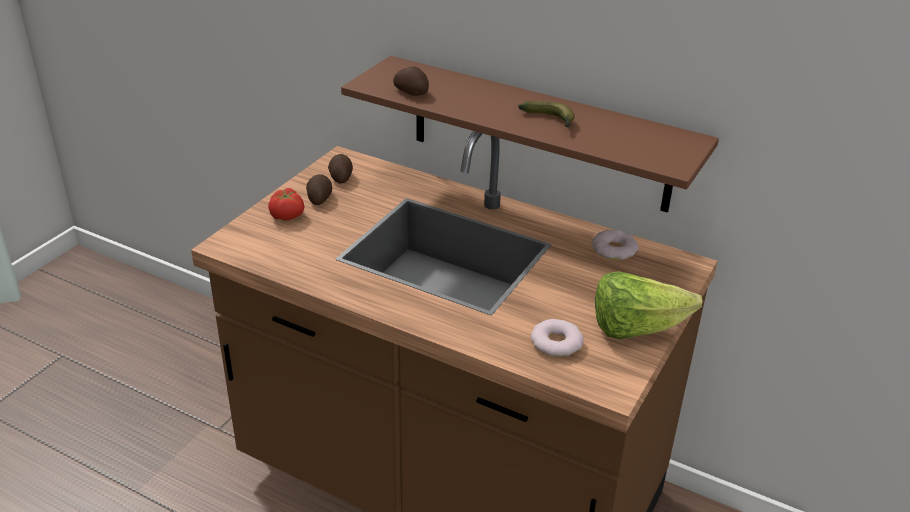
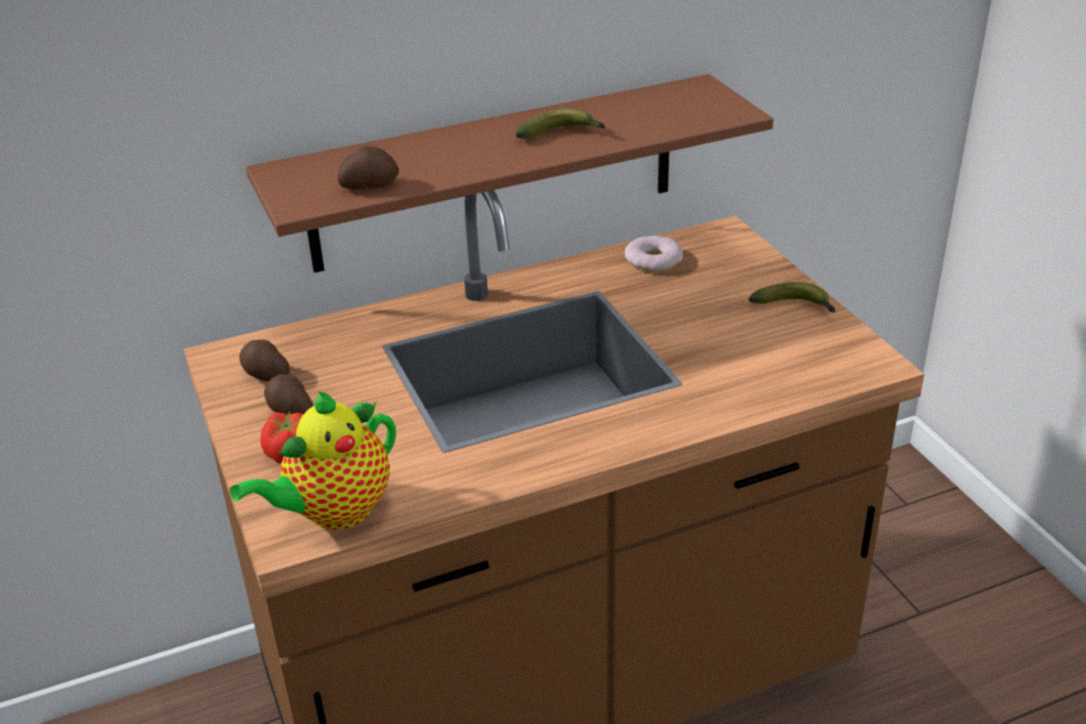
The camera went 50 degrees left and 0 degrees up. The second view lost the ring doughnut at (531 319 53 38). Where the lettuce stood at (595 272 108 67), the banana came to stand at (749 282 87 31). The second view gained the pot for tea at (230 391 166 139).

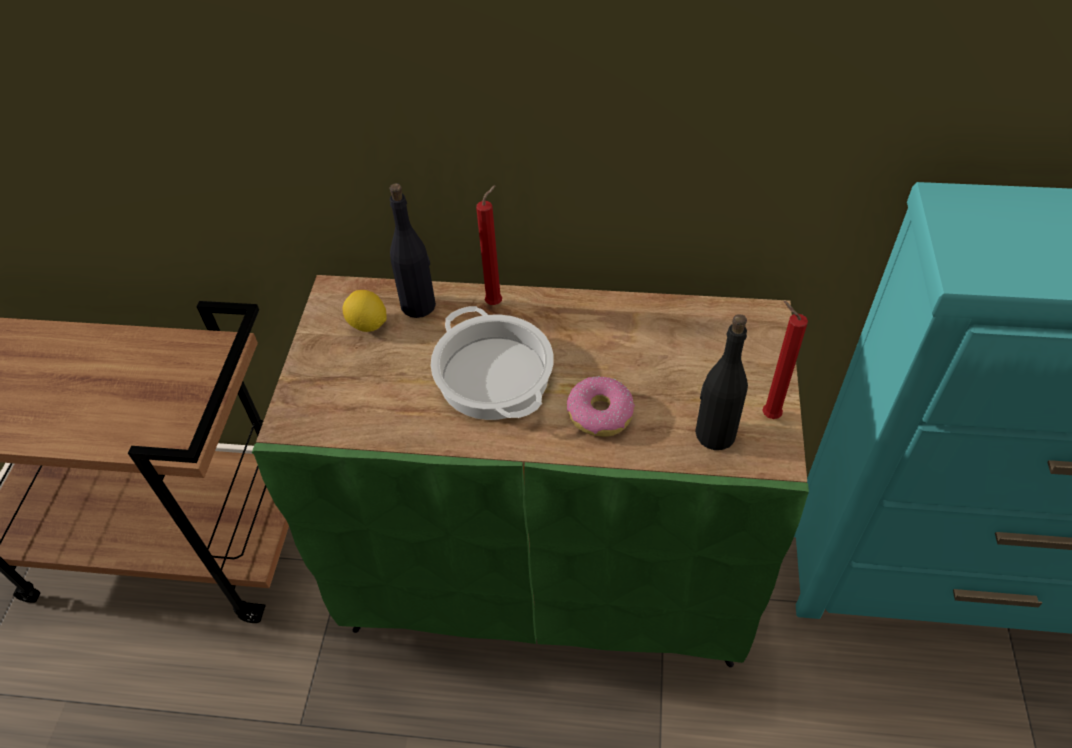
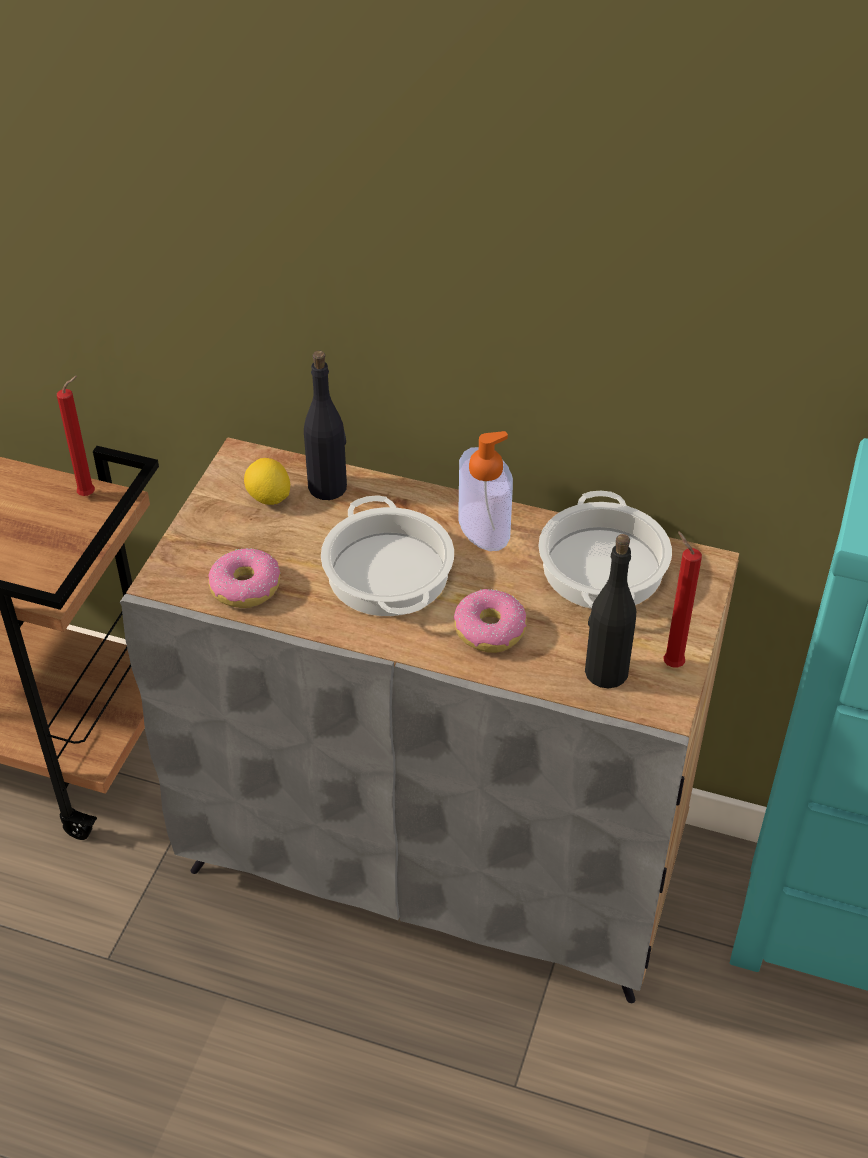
The camera went 10 degrees right and 5 degrees down. What was the green cabinet at (252 275 557 392) turned into the grey cabinet at (120 437 619 566). The red wax candle ended up elsewhere, having gone from (476 185 26 120) to (57 376 38 120). The second view gained the ring doughnut at (208 548 72 60). The second view gained the liquid soap bottle at (458 431 55 120). The second view gained the stockpot at (538 491 134 118).

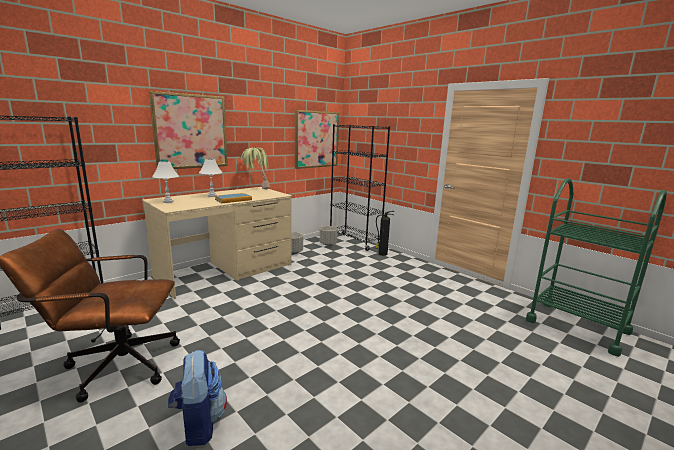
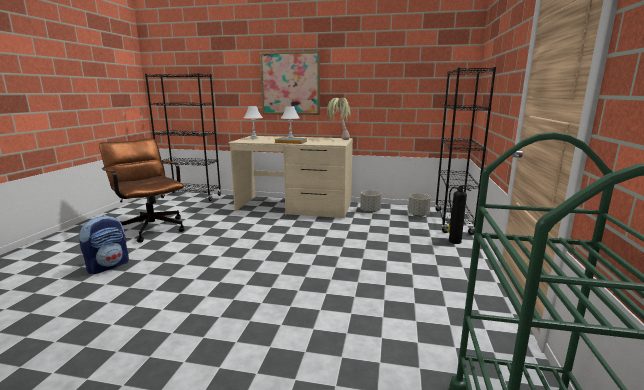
The camera went 55 degrees right and 0 degrees up. The second view lost the wall art at (295 110 44 59).

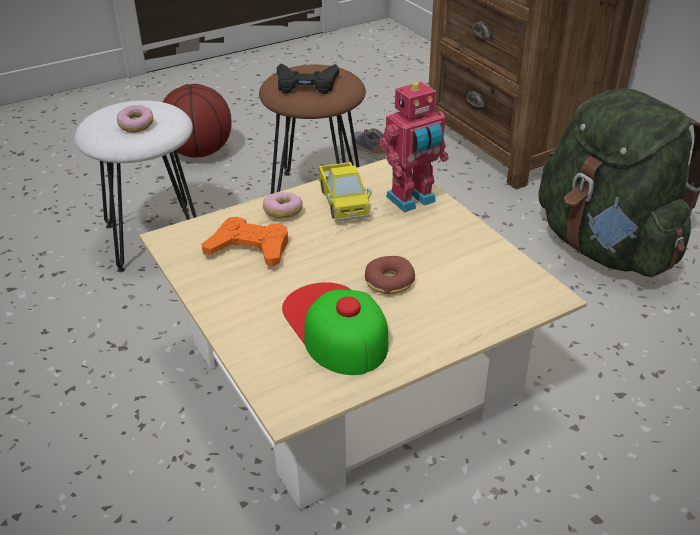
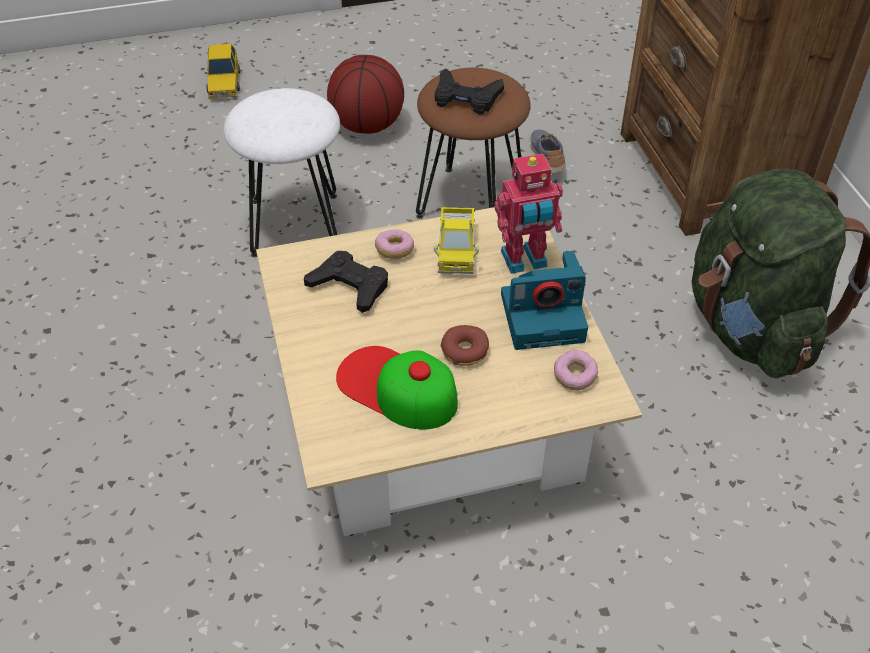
The camera went 15 degrees right and 10 degrees up. The ring doughnut ended up elsewhere, having gone from (117 105 37 28) to (554 350 44 41). What was the orangey game controller at (201 217 87 50) turned into the blackish game controller at (304 251 84 62). The baseball cap at (282 282 106 93) ended up facing another way, 45 degrees counterclockwise from before. The second view gained the miniature car at (204 44 36 55). The second view gained the still camera at (501 251 87 99).

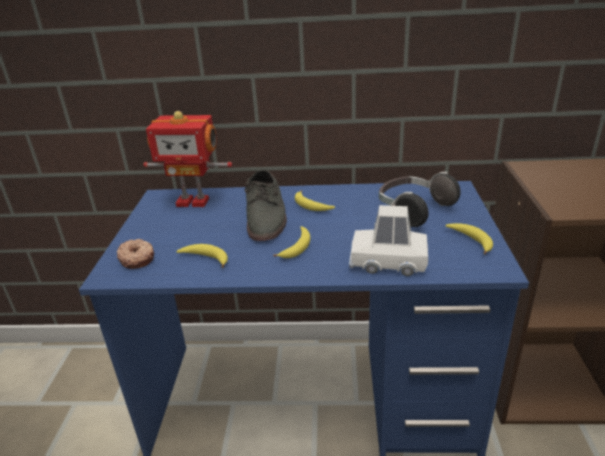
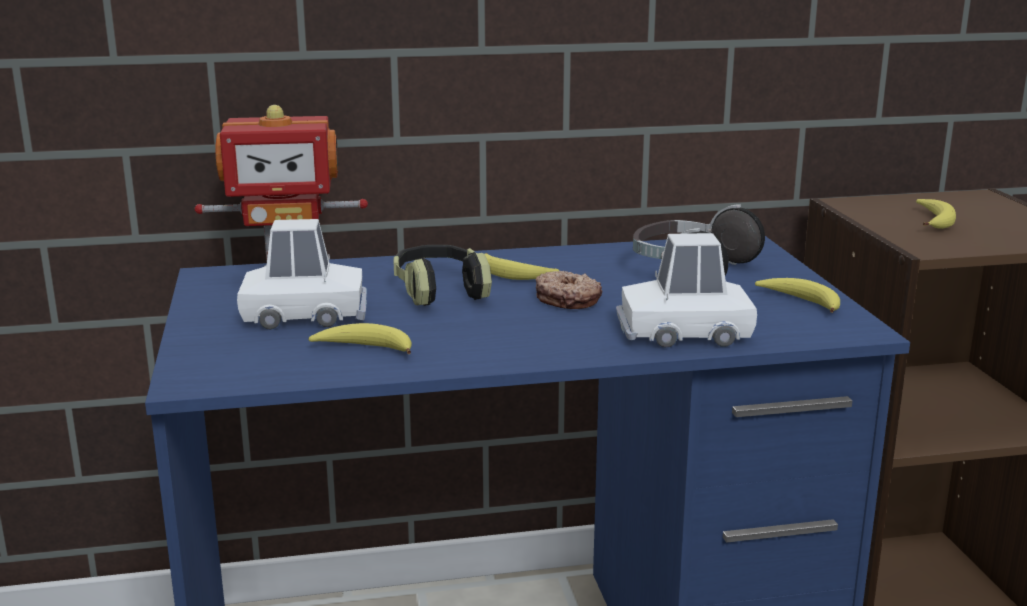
The camera went 15 degrees left and 10 degrees down. The ring doughnut ended up elsewhere, having gone from (117 239 37 30) to (536 271 66 38). Where the grey low shoe stood at (245 169 42 72), the headphones came to stand at (394 245 98 61). The banana ended up elsewhere, having gone from (273 226 38 32) to (916 199 40 30). The second view gained the white-coloured miniature car at (237 219 130 110).

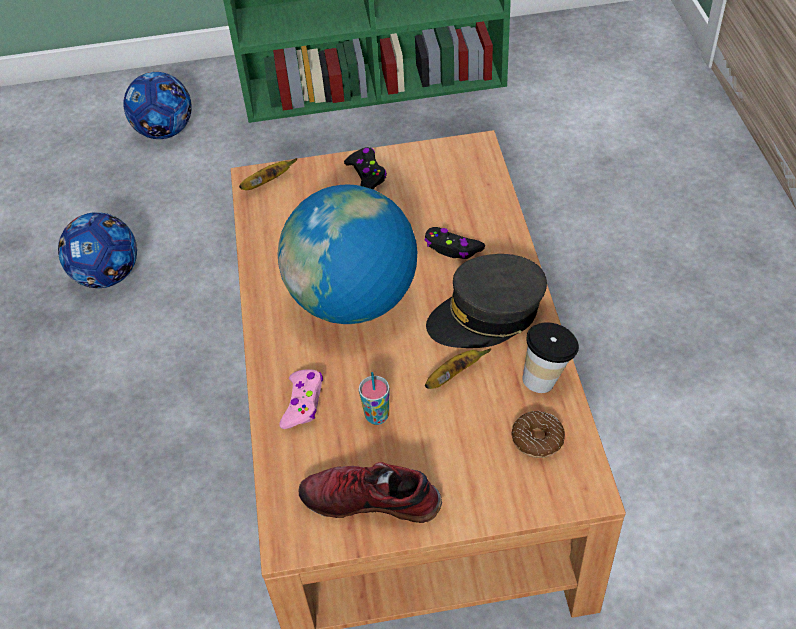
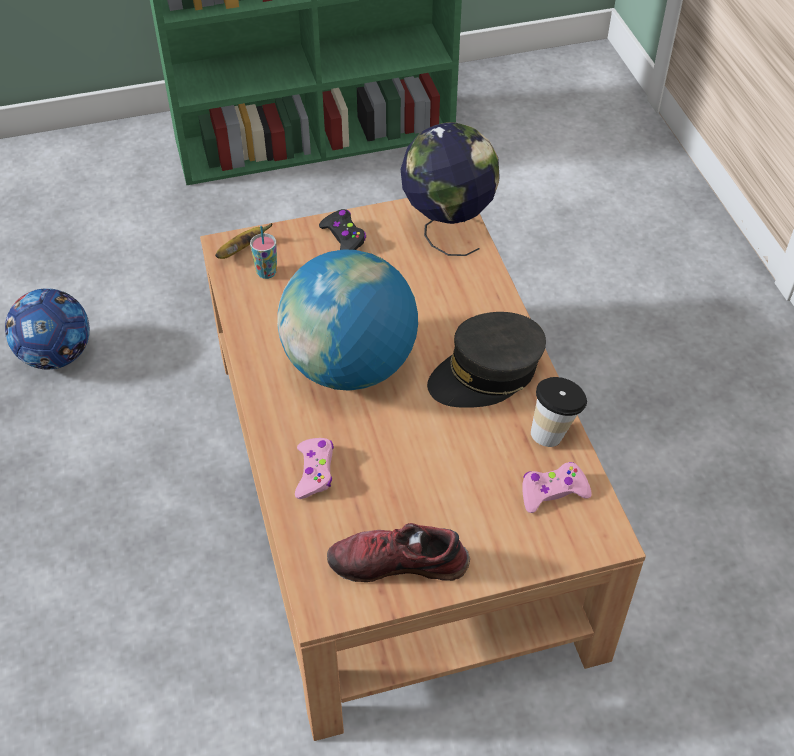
The camera went 10 degrees left and 0 degrees up. The second view lost the ball for football at (124 72 68 67). The cup ended up elsewhere, having gone from (359 372 30 53) to (250 226 27 53). The second view lost the blackish game controller at (424 227 61 32). The second view lost the banana at (425 348 66 41). Where the ring doughnut stood at (512 411 53 47), the pink-coloured game controller came to stand at (522 462 70 51). The second view gained the globe at (401 122 99 134).

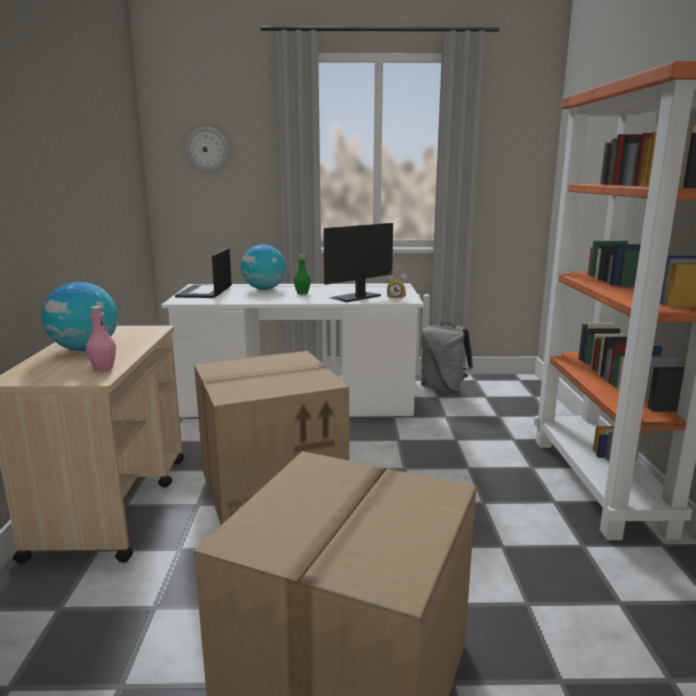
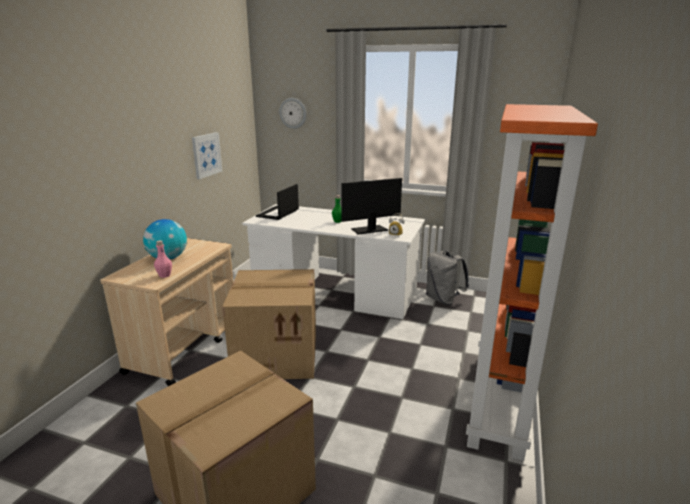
The camera went 20 degrees right and 5 degrees up. The second view lost the globe at (241 245 45 45). The second view gained the wall art at (192 132 30 47).

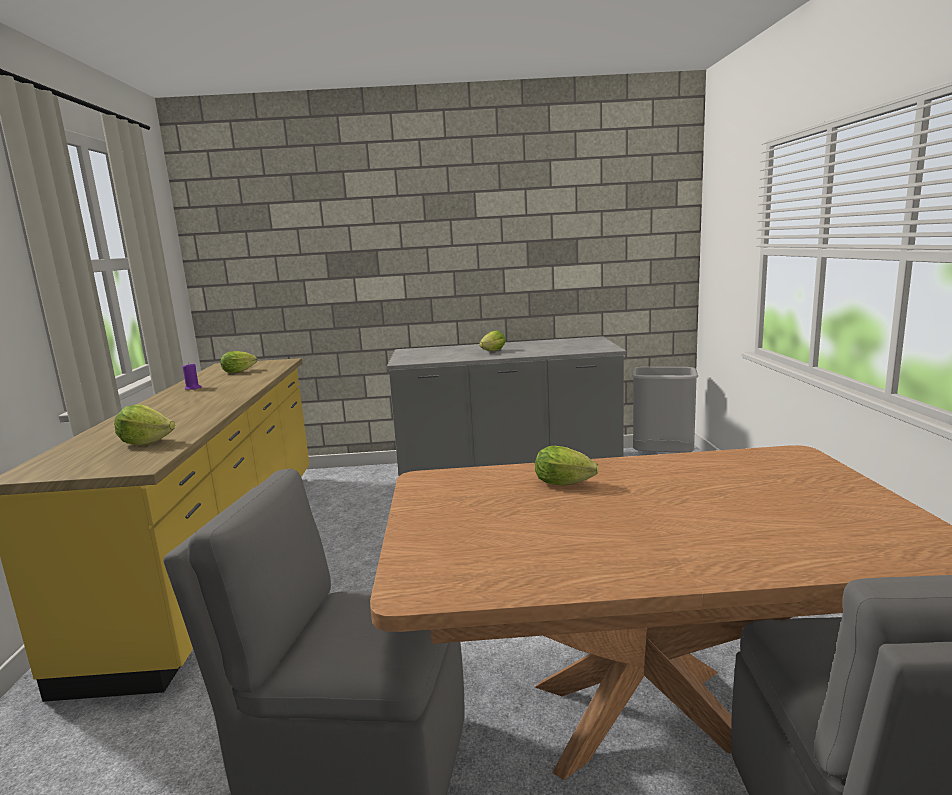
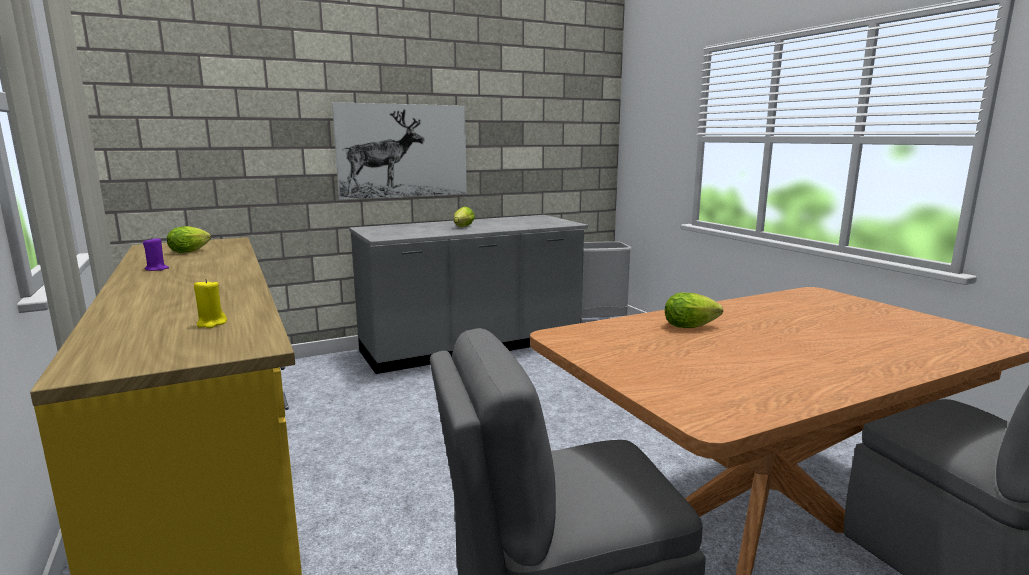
The camera went 25 degrees left and 0 degrees up. Where the lettuce stood at (114 404 61 42), the yellowish wax candle came to stand at (194 279 33 49). The second view gained the wall art at (332 102 135 98).

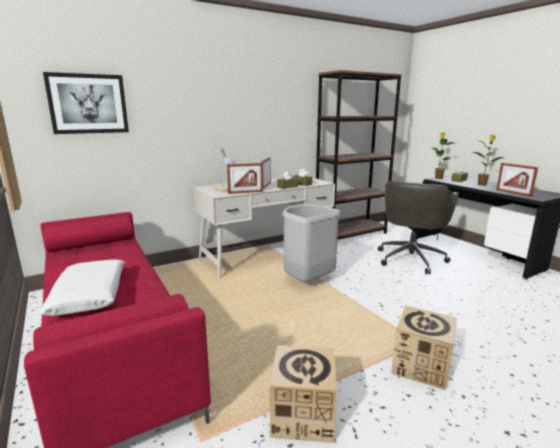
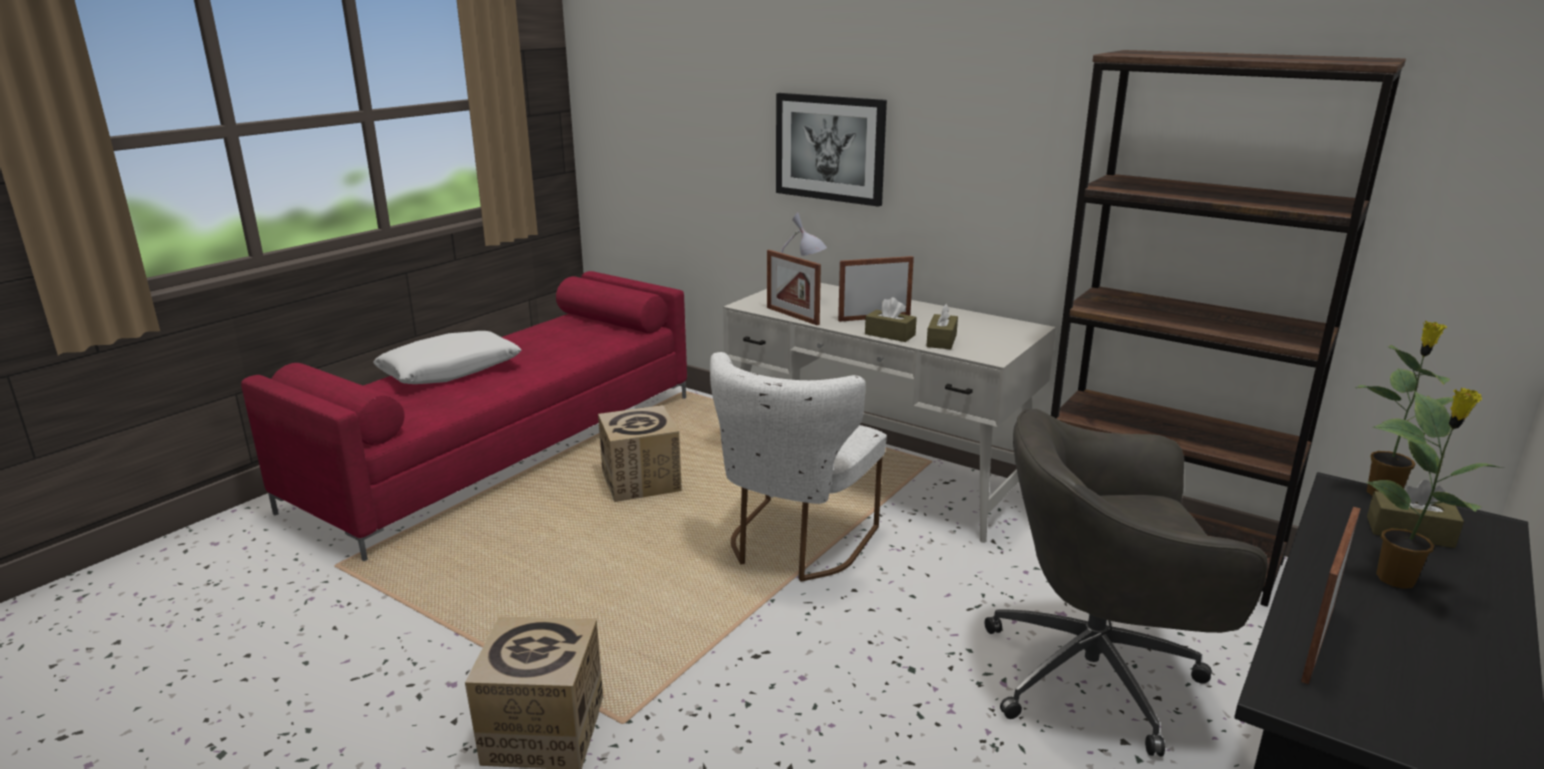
The camera went 65 degrees right and 5 degrees up. The wall art ended up elsewhere, having gone from (43 72 86 62) to (776 93 111 114). The cardboard box ended up elsewhere, having gone from (270 345 67 98) to (598 405 84 97). Where the grey trash can stood at (282 204 59 78), the white-coloured chair came to stand at (710 352 177 230).

